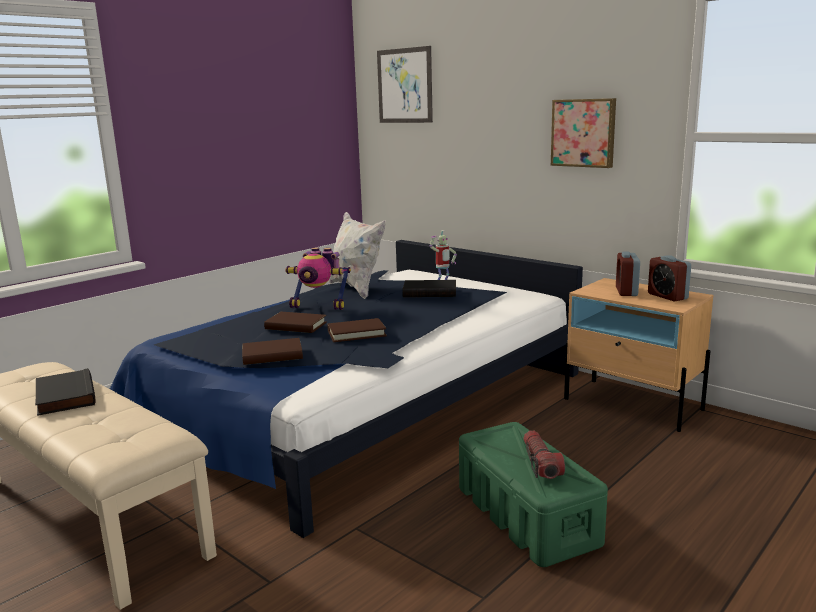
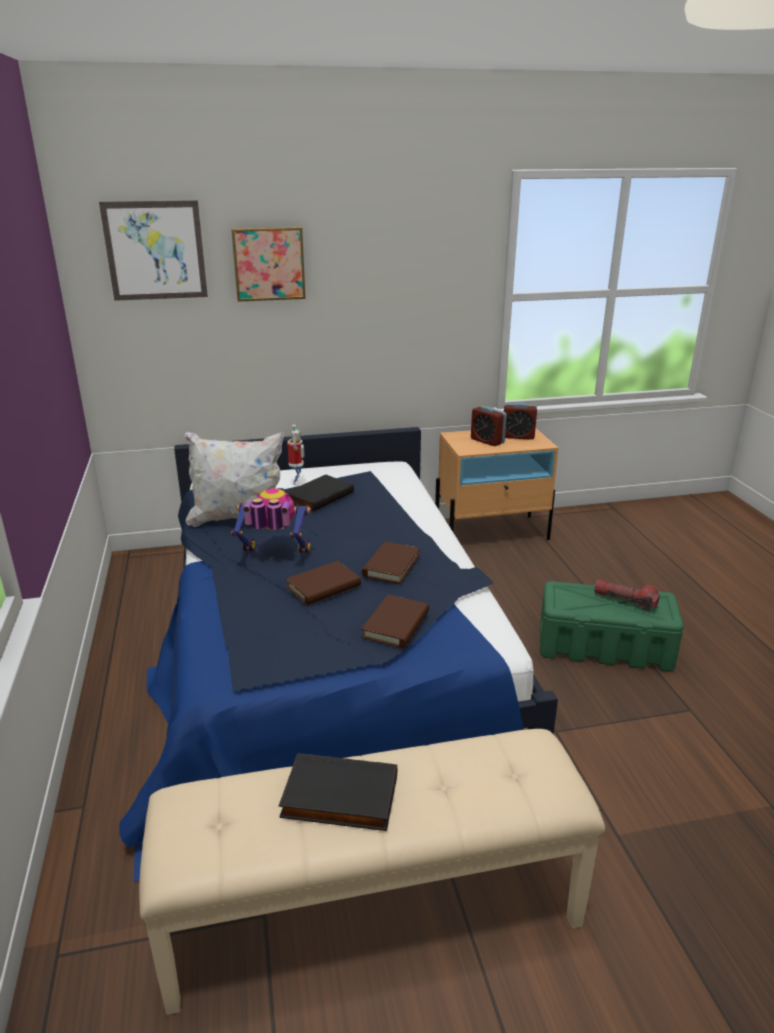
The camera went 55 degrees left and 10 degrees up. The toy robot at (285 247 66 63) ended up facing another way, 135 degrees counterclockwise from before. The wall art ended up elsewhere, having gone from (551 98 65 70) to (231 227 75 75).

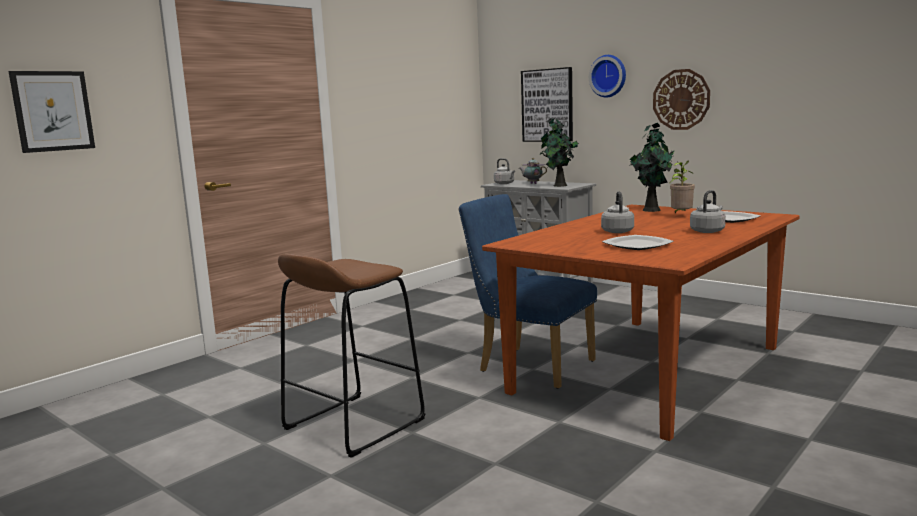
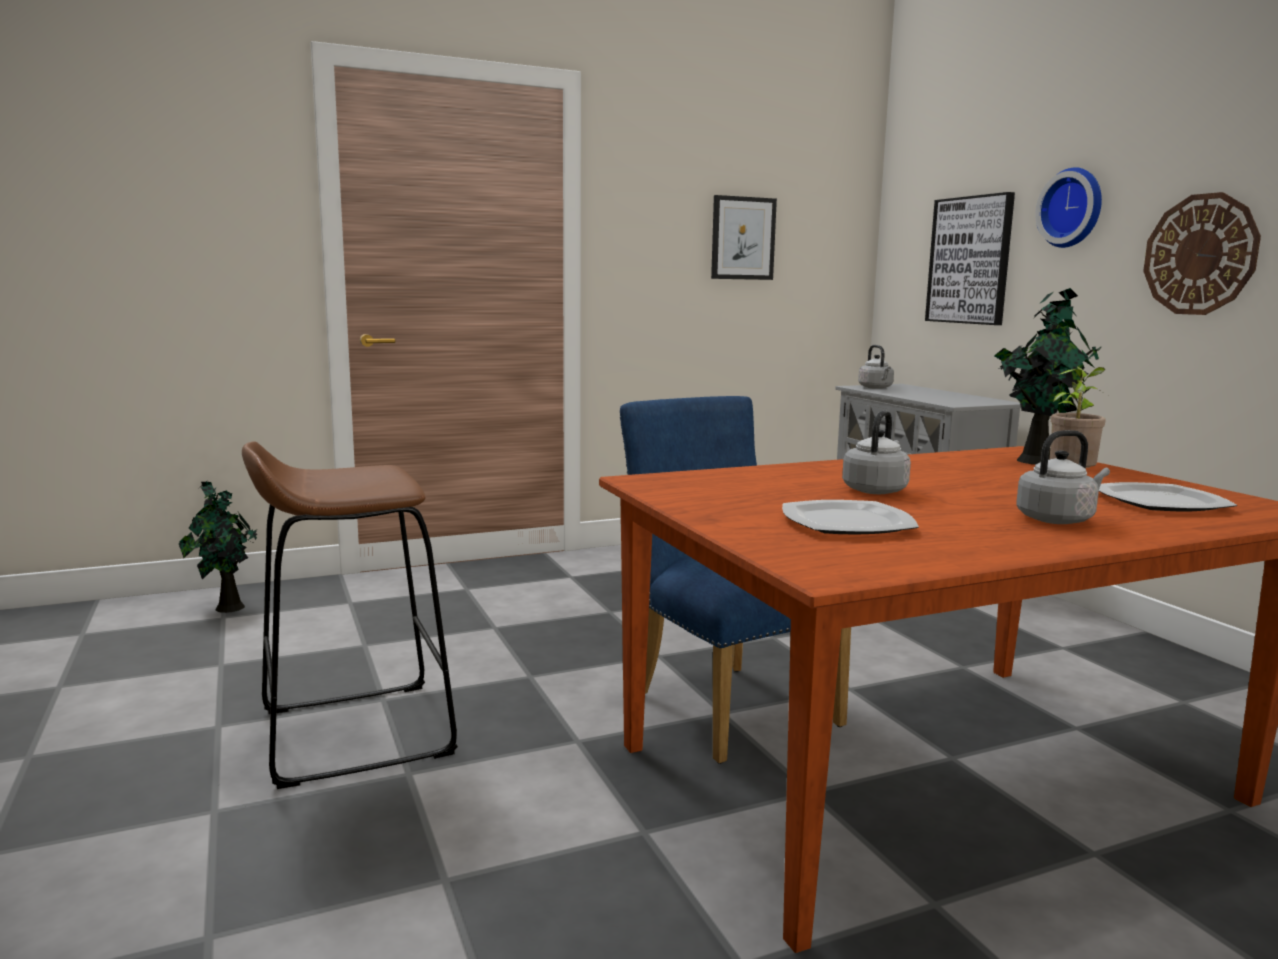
The camera went 25 degrees right and 0 degrees up. The wall art ended up elsewhere, having gone from (9 71 86 82) to (711 195 66 85). The second view lost the pot for tea at (519 158 28 26). The plant in a pot ended up elsewhere, having gone from (540 118 39 69) to (179 479 78 134).

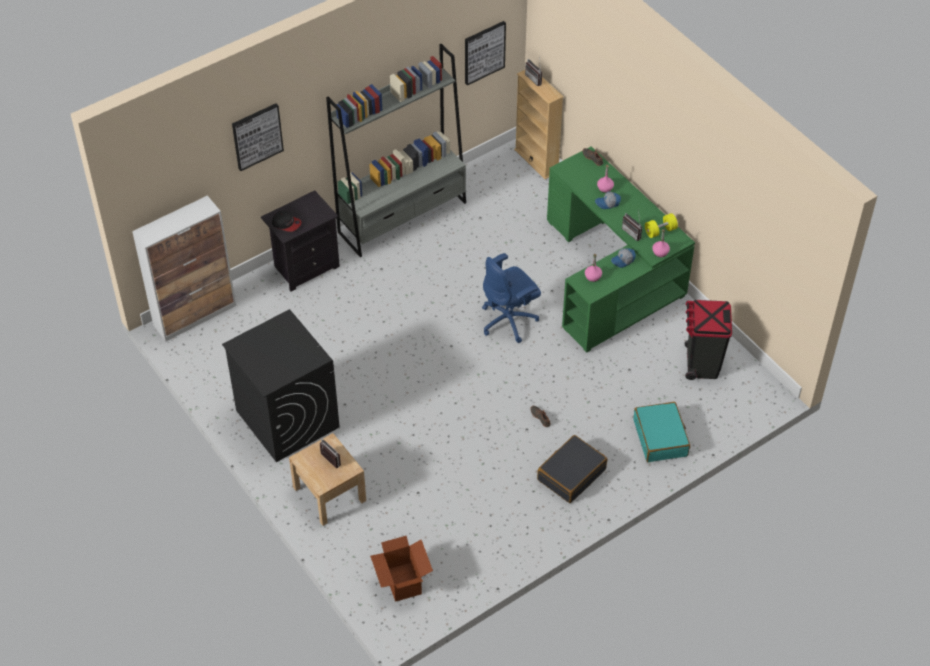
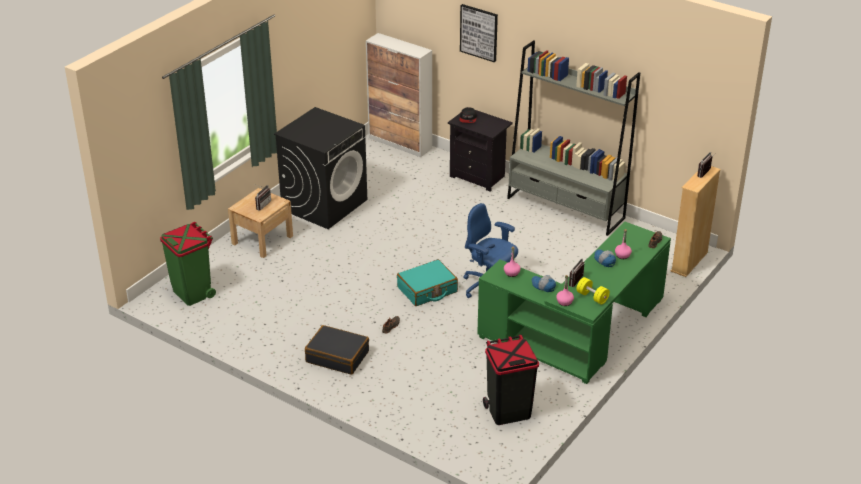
The camera went 70 degrees right and 15 degrees down. Where the cardboard box stood at (370 536 63 66), the green trash can came to stand at (160 222 56 84). The second view lost the wall art at (465 21 41 64). The turquoise-coloured piece of luggage ended up elsewhere, having gone from (633 402 57 60) to (397 259 61 47).

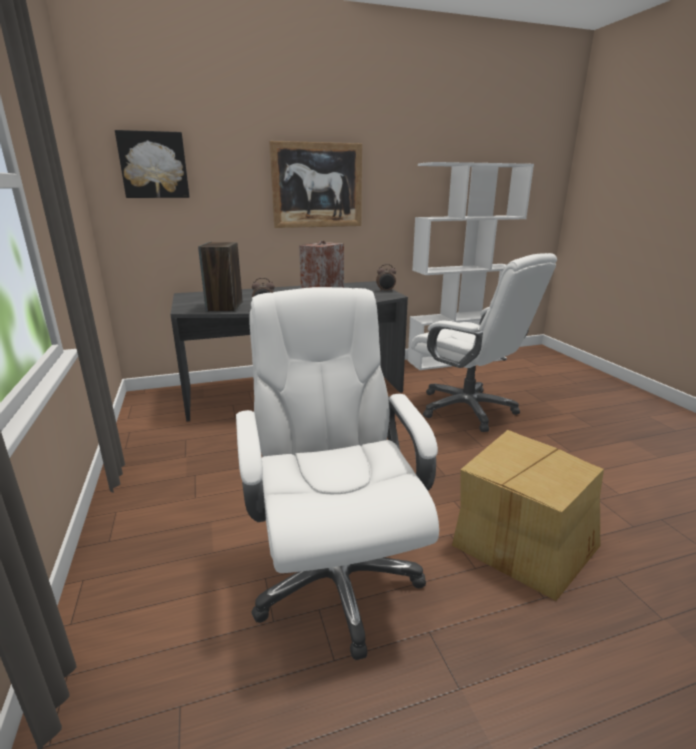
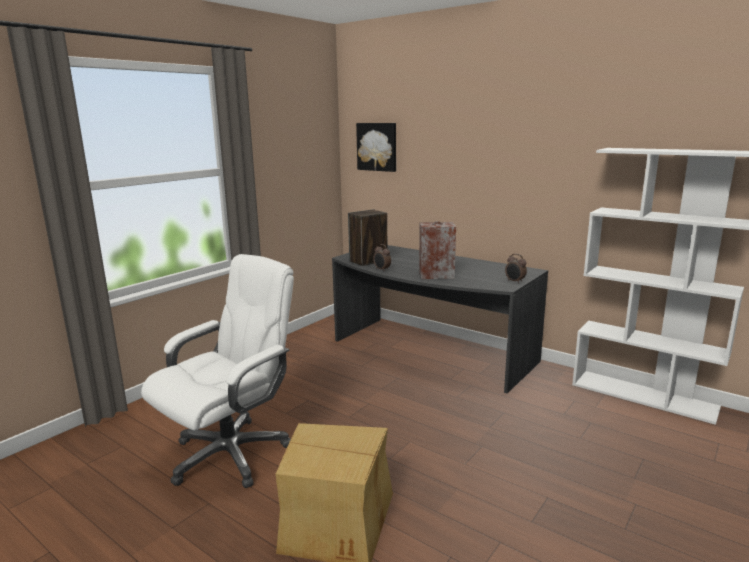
The camera went 55 degrees right and 5 degrees down. The second view lost the wall art at (269 141 93 87). The second view lost the white-coloured office chair at (411 253 146 179).

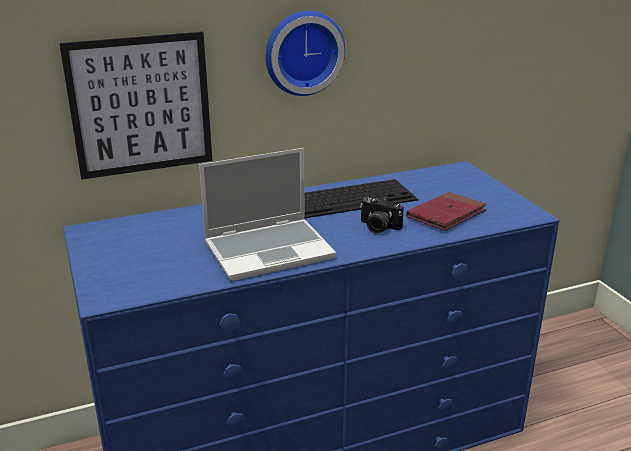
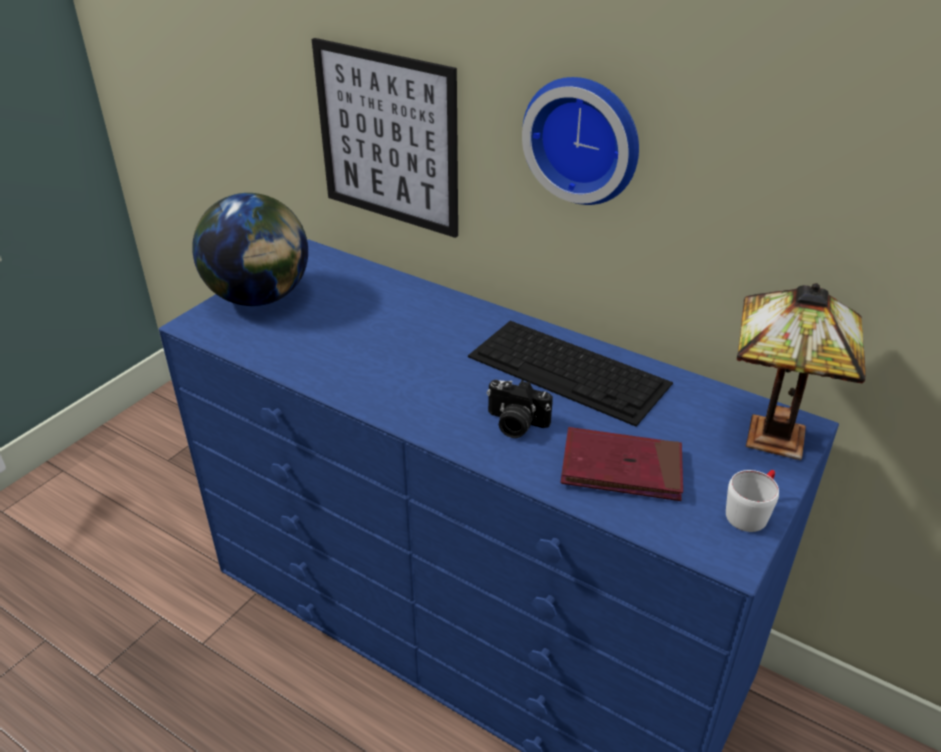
The camera went 55 degrees right and 10 degrees up. The second view lost the laptop at (199 148 137 133). The still camera at (360 197 44 37) ended up facing another way, 60 degrees counterclockwise from before. The second view gained the globe at (192 193 116 113). The second view gained the white-coloured mug at (726 470 53 62). The second view gained the lamp for a table at (737 283 129 177).

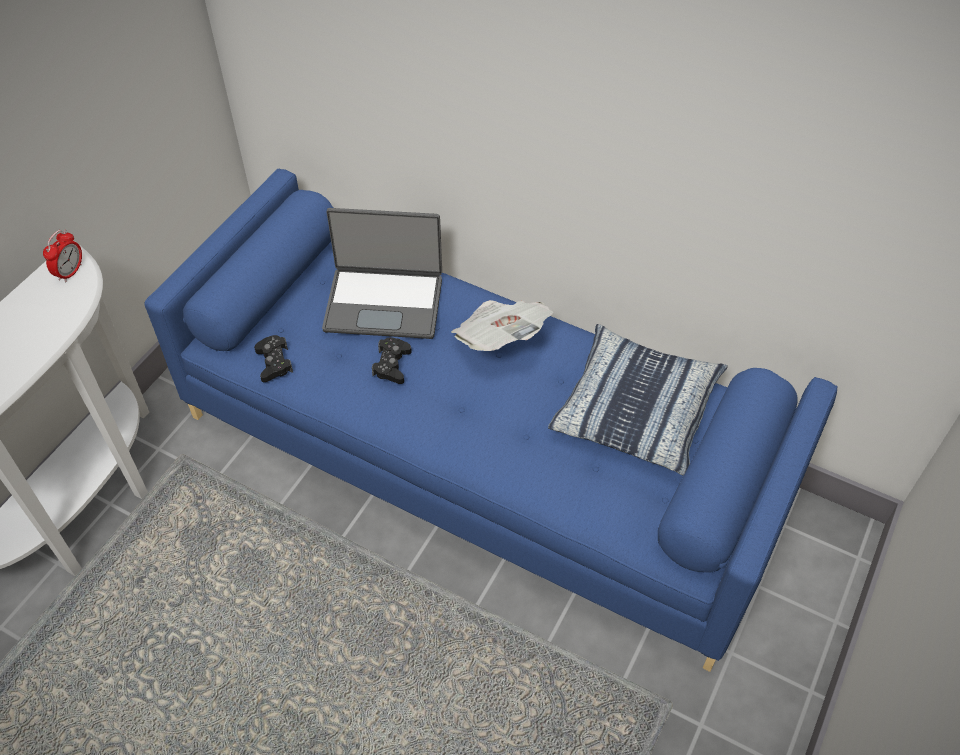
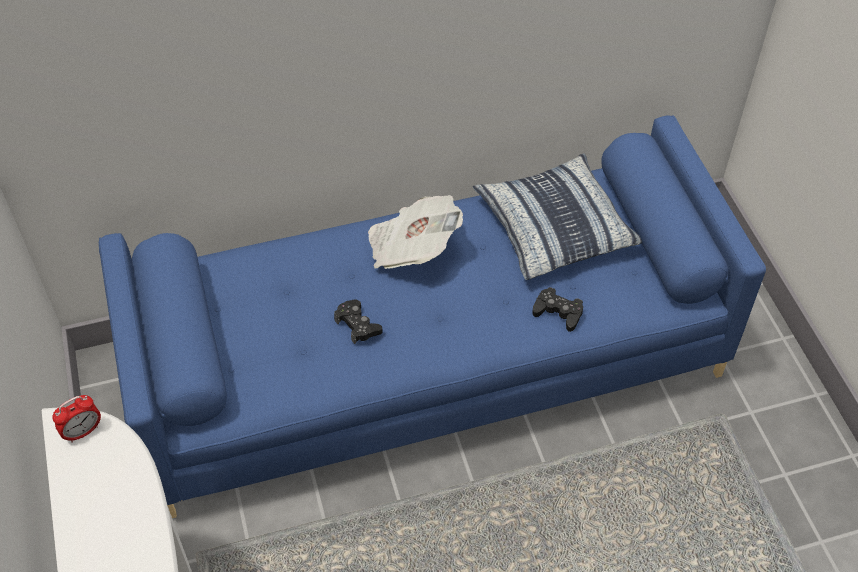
The camera went 45 degrees left and 0 degrees up. The table clock at (43 230 39 53) ended up facing another way, 75 degrees clockwise from before. The blackish game controller ended up elsewhere, having gone from (254 335 39 47) to (532 287 51 45). The second view lost the laptop at (322 208 120 131).

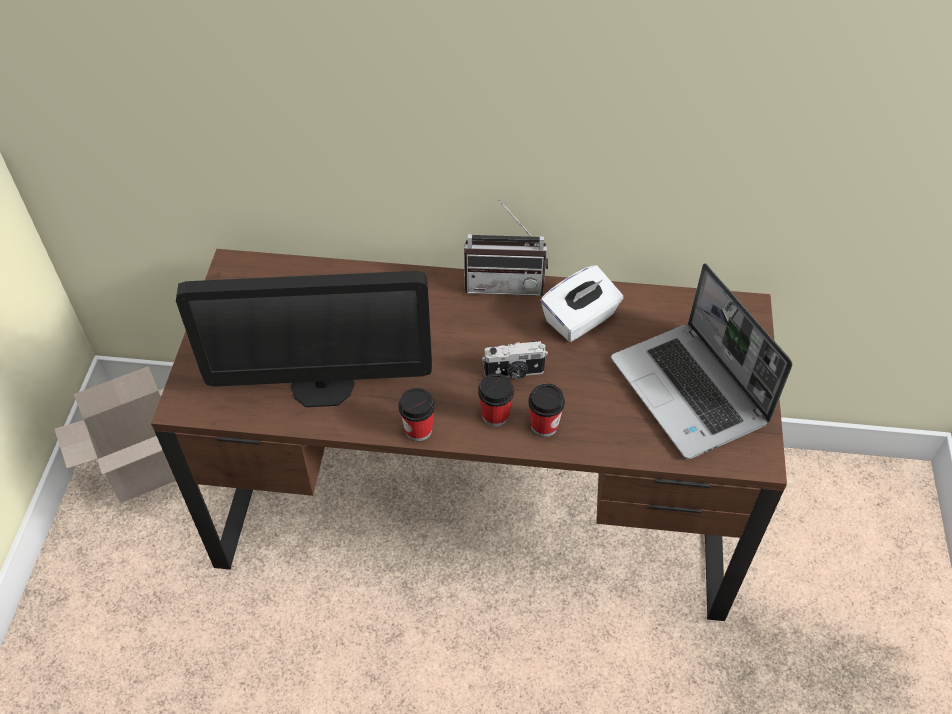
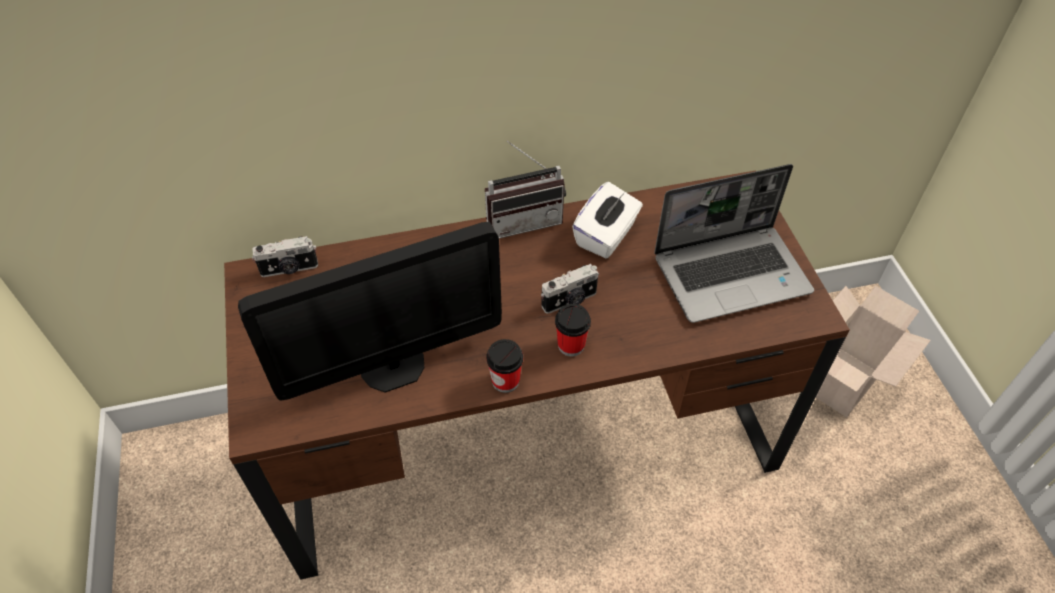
The camera went 20 degrees left and 0 degrees up. The cardboard box ended up elsewhere, having gone from (54 366 122 137) to (816 286 115 132). The second view lost the cup at (528 383 37 54). The laptop at (611 263 182 196) ended up facing another way, 60 degrees counterclockwise from before. The second view gained the still camera at (252 236 66 41).

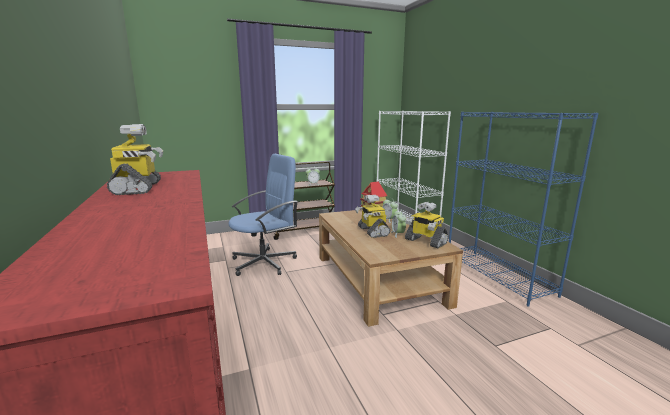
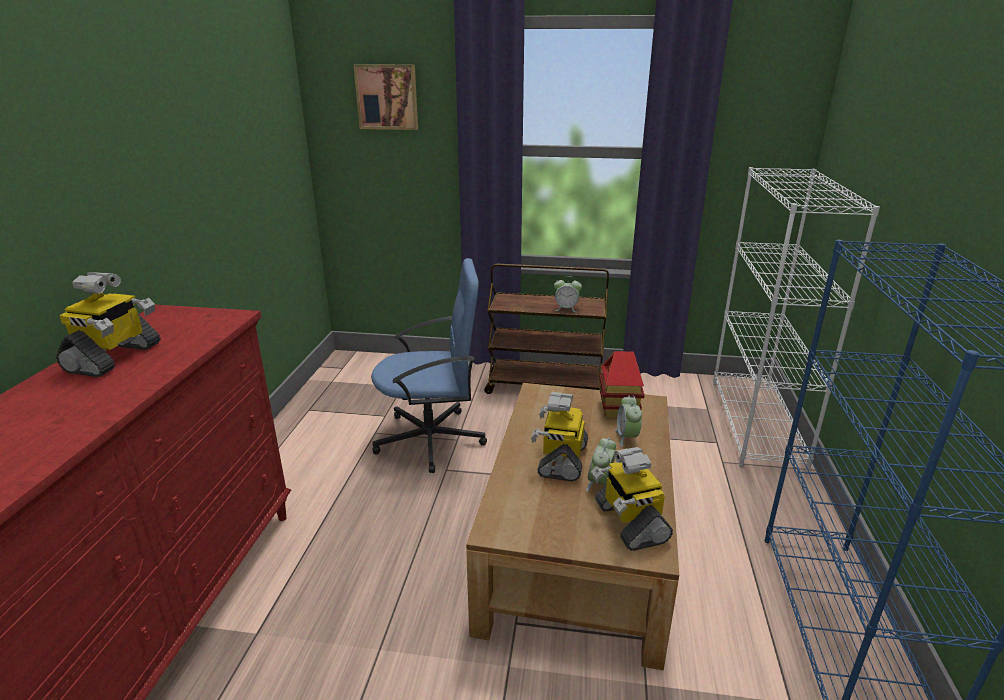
The camera went 30 degrees right and 10 degrees up. The second view gained the wall art at (353 64 65 66).

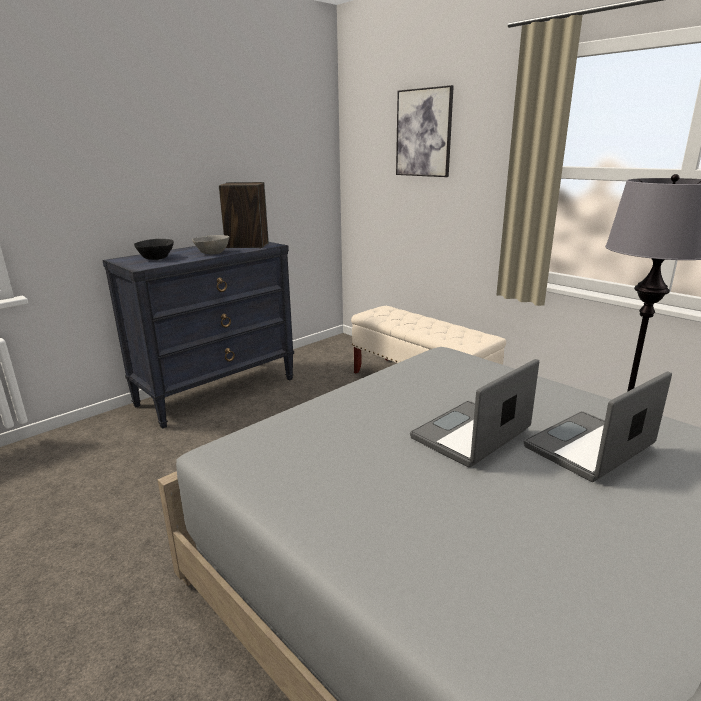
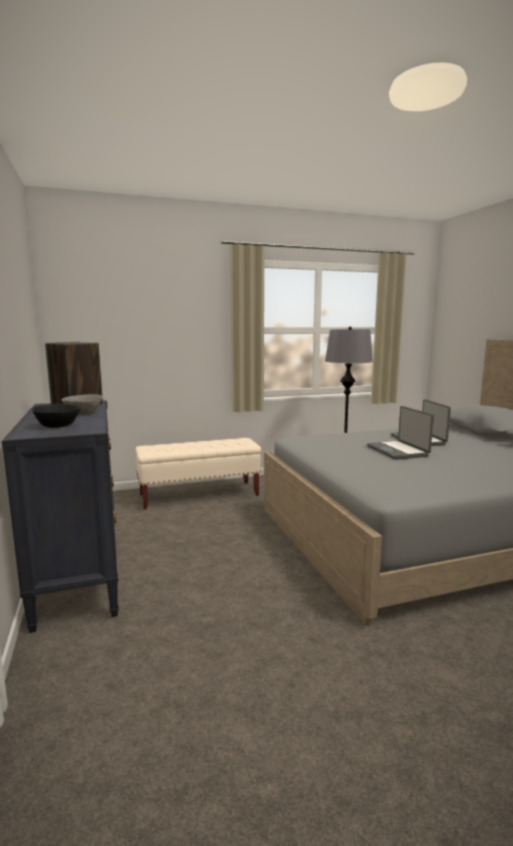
The camera went 65 degrees left and 10 degrees down. The second view lost the wall art at (396 85 58 92).

